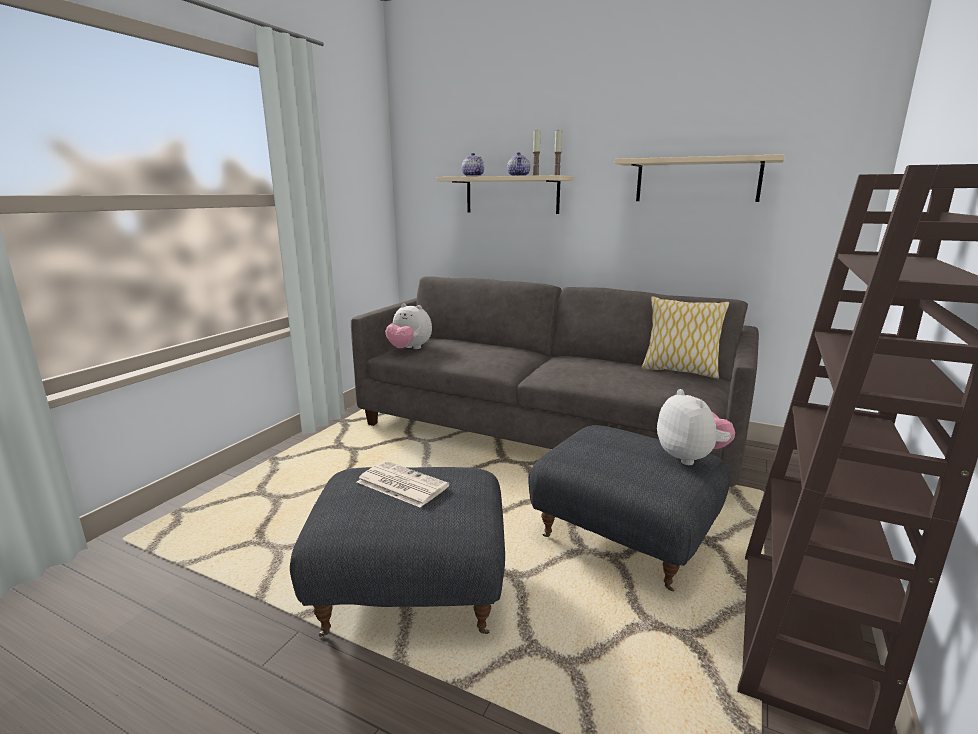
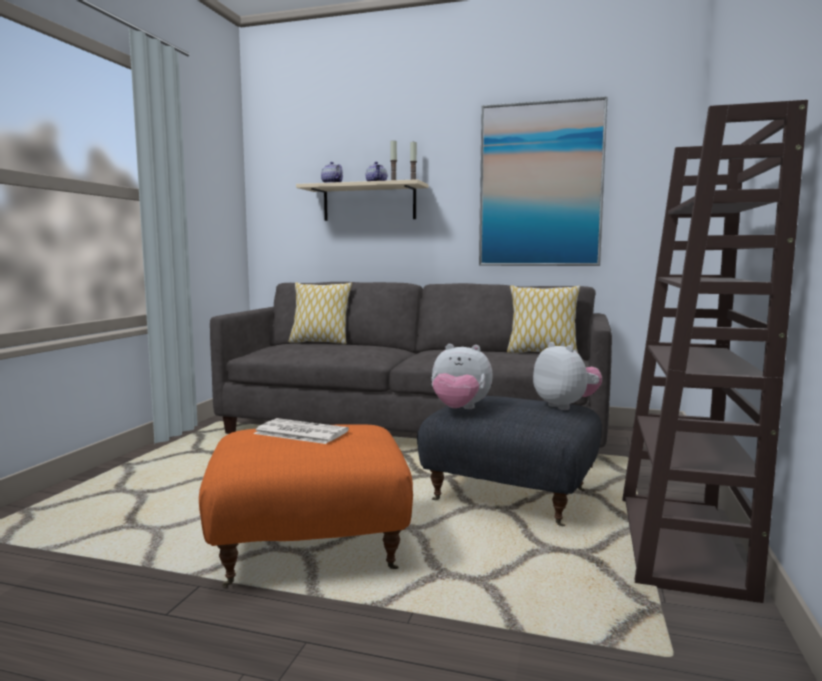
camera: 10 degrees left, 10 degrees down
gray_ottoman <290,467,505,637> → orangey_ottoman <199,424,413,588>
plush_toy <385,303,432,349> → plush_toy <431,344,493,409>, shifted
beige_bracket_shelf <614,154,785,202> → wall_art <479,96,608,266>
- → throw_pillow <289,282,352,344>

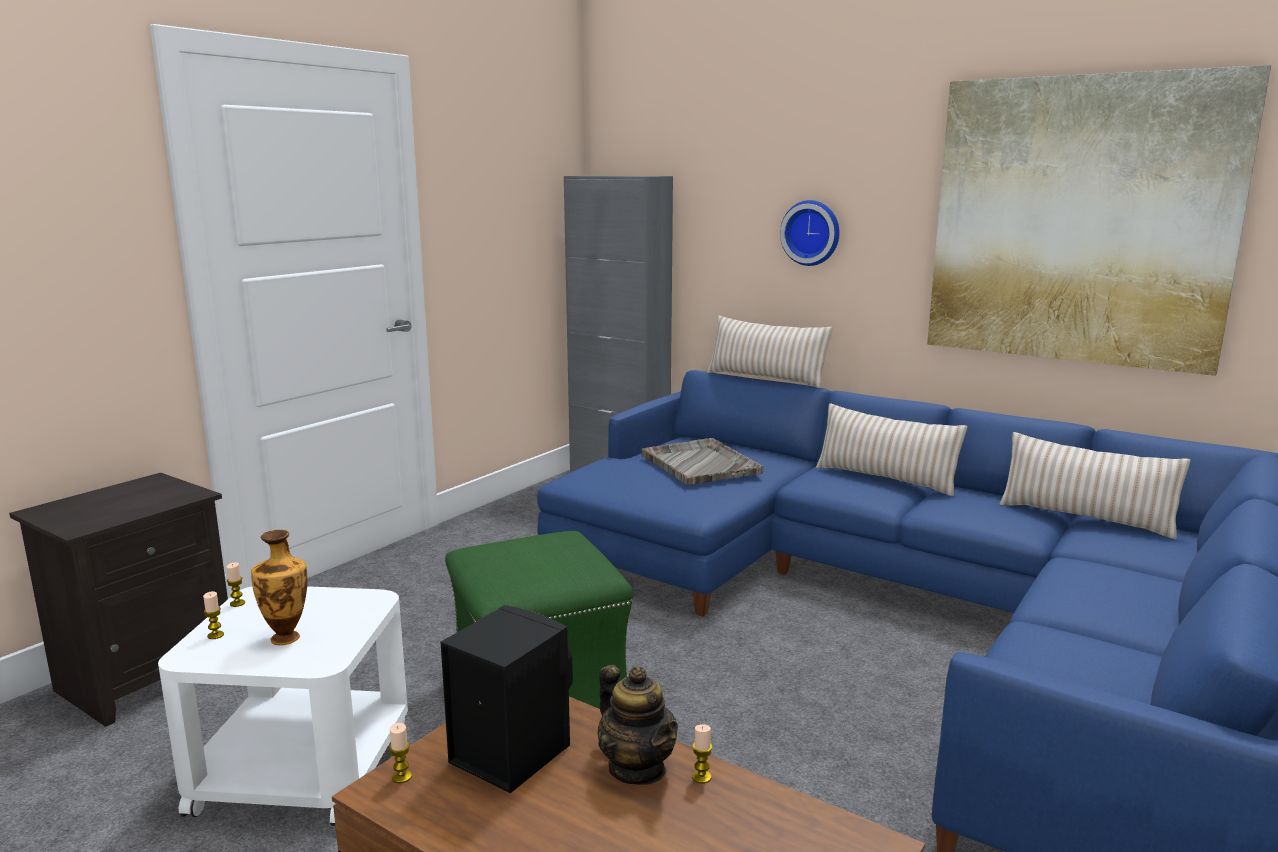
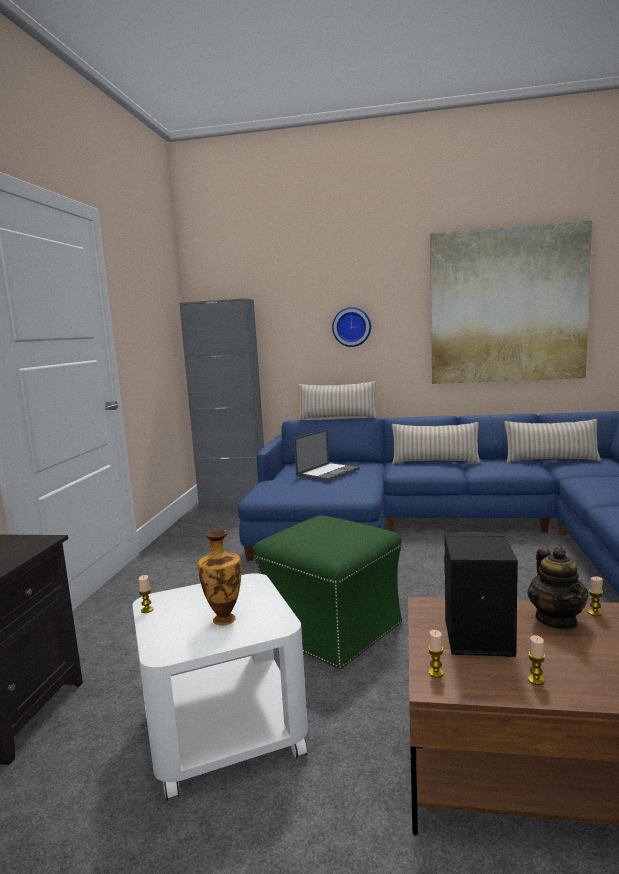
camera: 25 degrees left, 5 degrees down
wax_candle <203,591,224,639> → wax_candle <528,635,545,685>, shifted
teapot <598,665,678,785> → teapot <528,547,588,630>, 60 degrees clockwise
gray_tray <641,438,764,485> → notebook_computer <294,429,360,481>

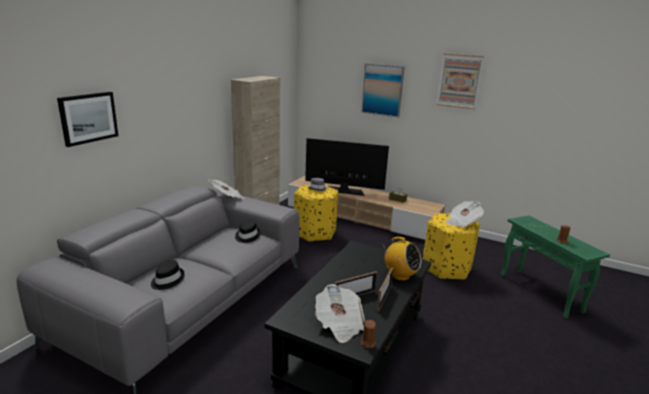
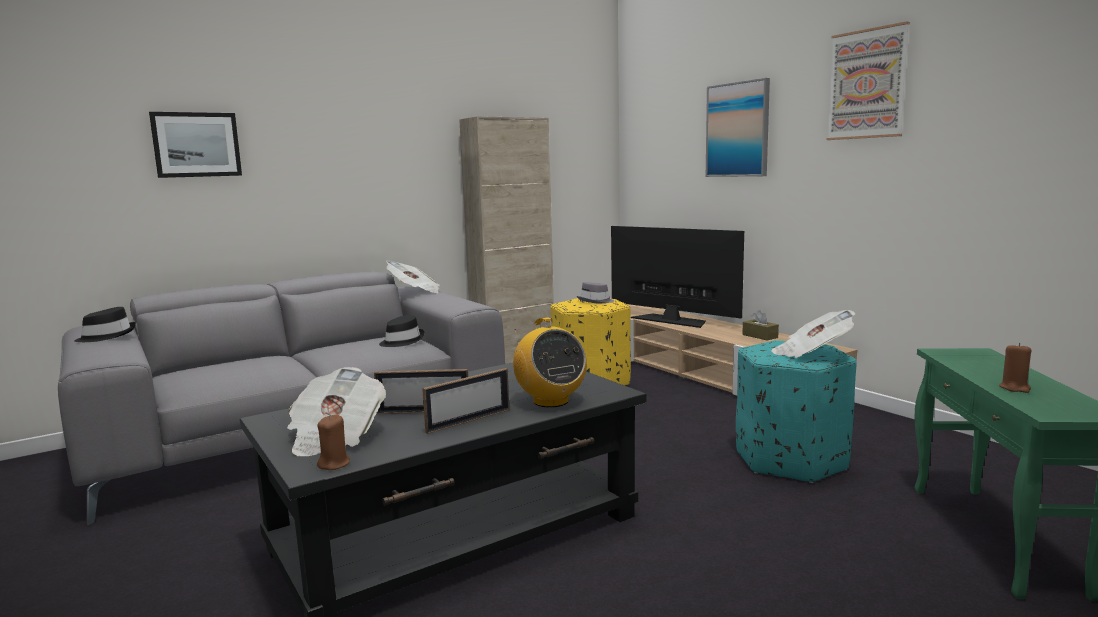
camera: 30 degrees right, 10 degrees down
black_clothing_hat <151,260,185,290> → black_clothing_hat <74,307,136,342>, shifted
yellowish_ottoman <423,213,480,280> → turquoise-coloured_ottoman <736,340,857,483>

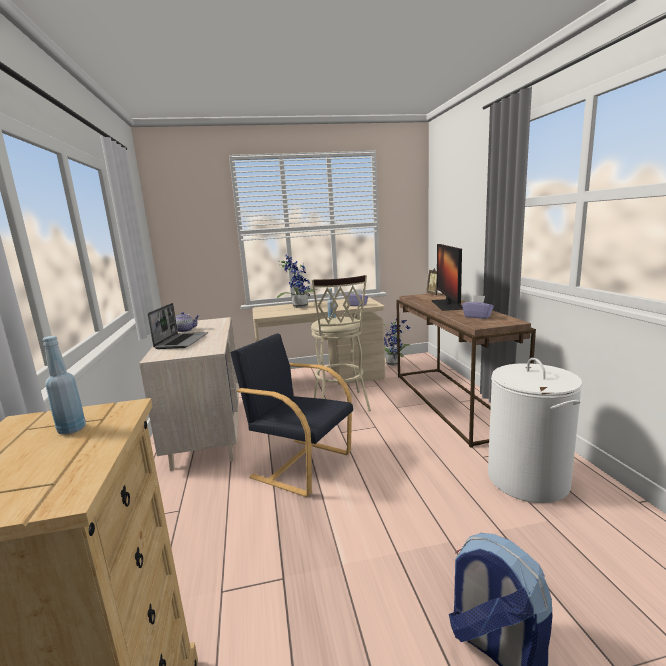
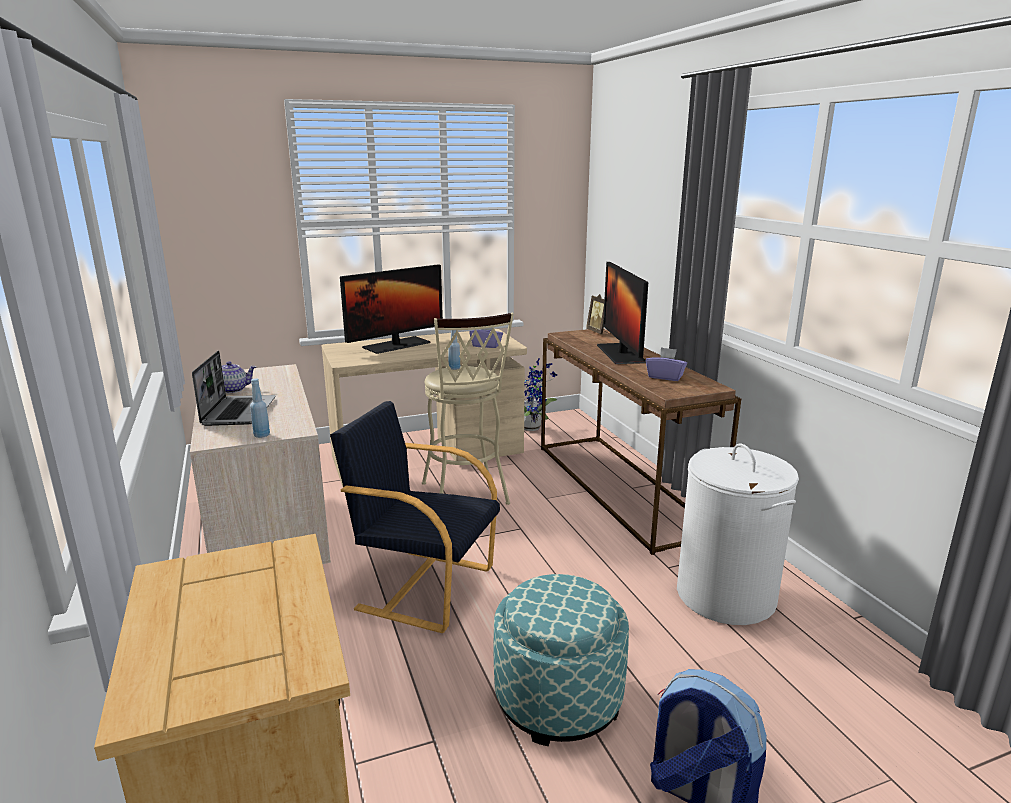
camera: 10 degrees left, 5 degrees up
blue_beverage_bottle <43,336,86,435> → blue_beverage_bottle <250,378,270,438>, shifted
houseplant <277,254,317,308> → computer_display <340,264,443,354>
- → ottoman <494,574,629,746>

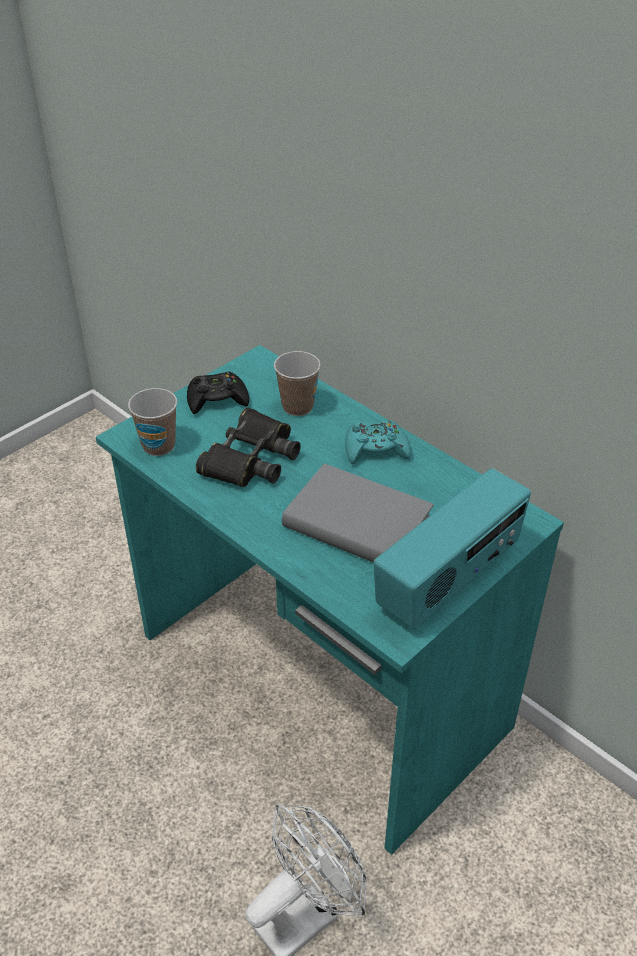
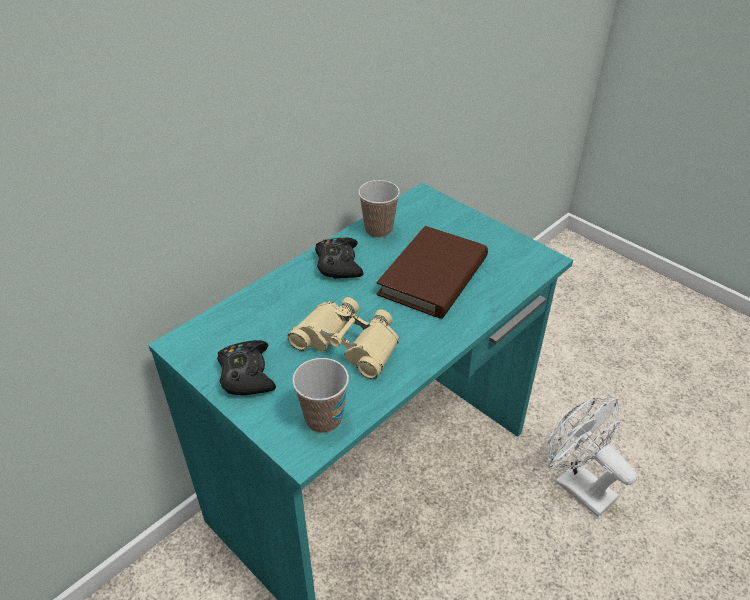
camera: 90 degrees left, 0 degrees up
black_pair_of_binoculars <196,408,301,487> → beige_pair_of_binoculars <287,297,399,379>
cup <274,351,321,416> → cup <358,180,400,238>, shifted
gray_book <282,463,434,563> → brown-coloured_book <377,226,488,319>
turquoise-coloured_game_controller <345,420,411,464> → black_game_controller <315,237,364,279>
radio <374,468,531,629> → -

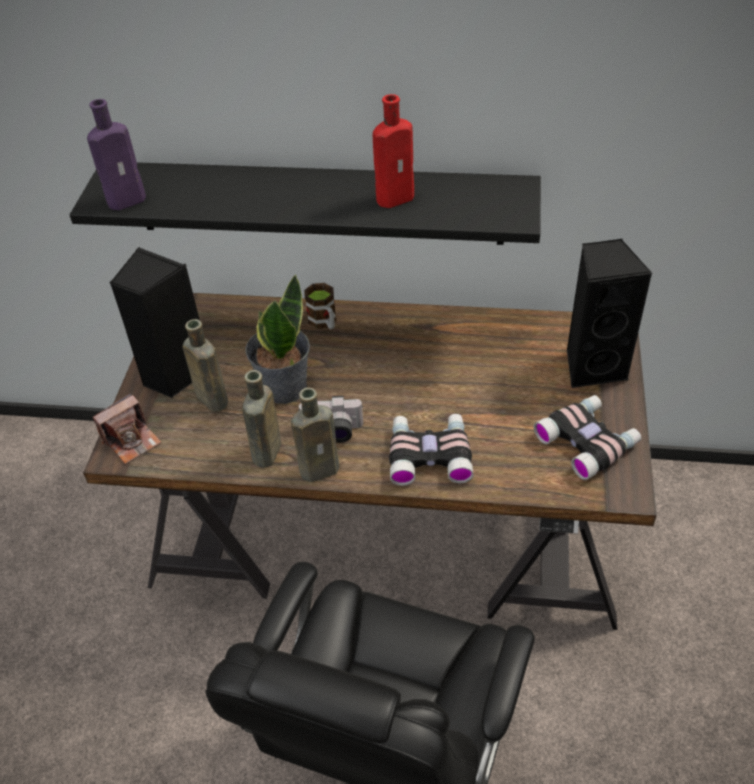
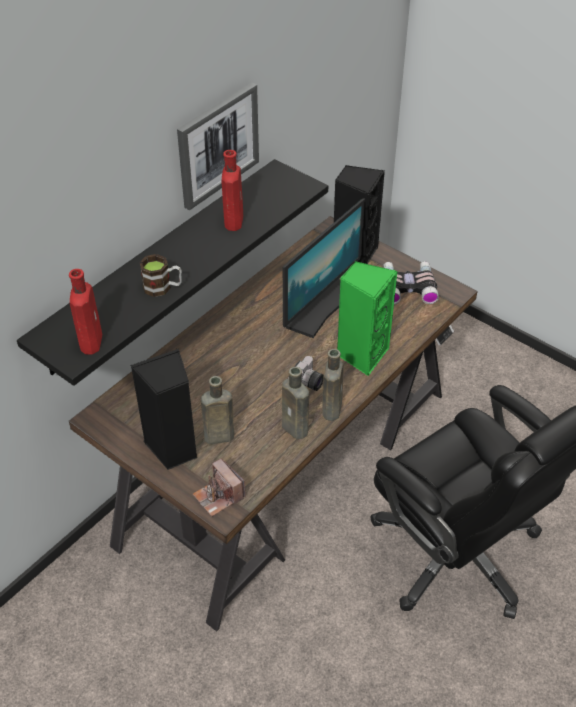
camera: 60 degrees left, 0 degrees up
purple_beverage_bottle <87,99,146,210> → red_beverage_bottle <69,269,102,355>
still_camera <93,393,161,464> → still_camera <193,458,246,517>, 150 degrees clockwise
houseplant <245,274,310,404> → -
coffee_mug <304,283,336,329> → coffee_mug <139,254,182,297>, shifted
pair_of_binoculars <389,414,474,486> → greenish_audio_speaker <337,261,398,376>
- → wall_art <177,83,259,210>
- → computer_display <283,198,365,338>

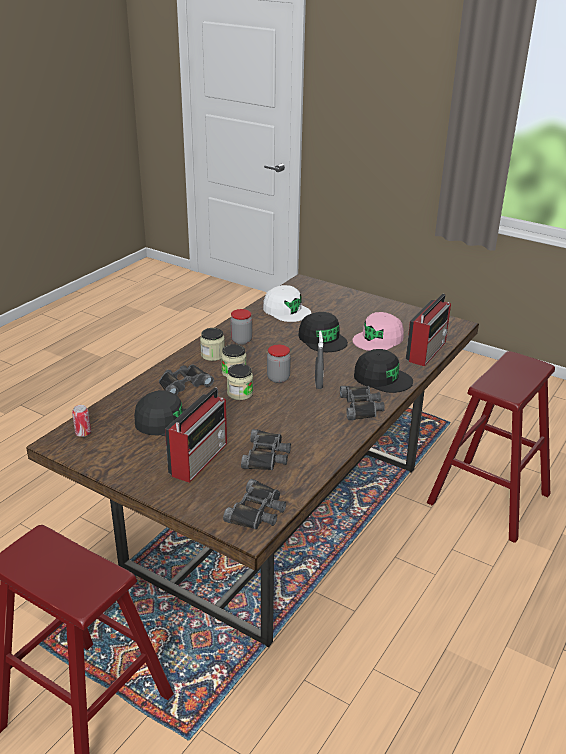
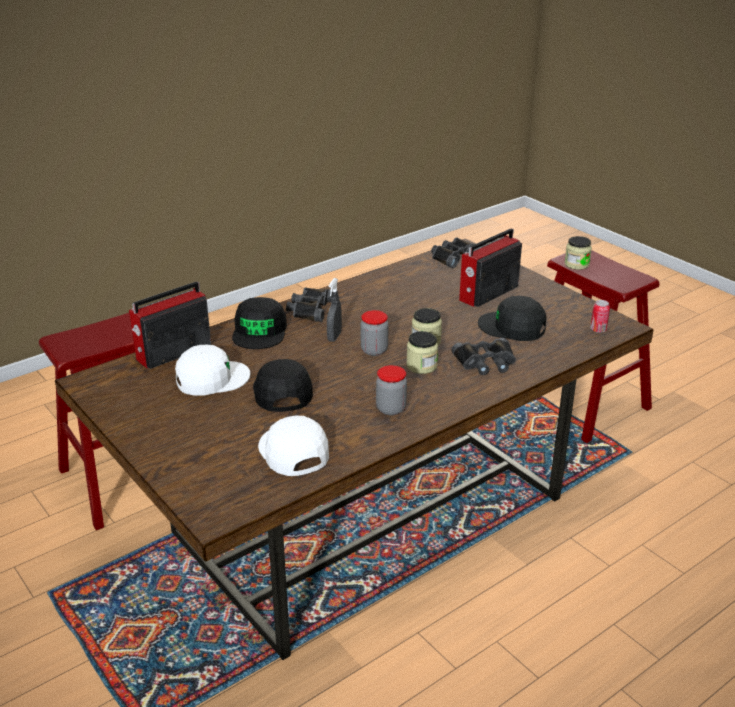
camera: 160 degrees left, 0 degrees up
preserve_jar <200,328,225,361> → preserve_jar <564,236,592,270>, shifted
black_pair_of_binoculars <241,429,291,470> → -
pink-coloured_cap <352,312,404,351> → white_cap <175,345,250,396>
black_cap <354,349,413,393> → black_cap <232,297,287,349>, 135 degrees counterclockwise

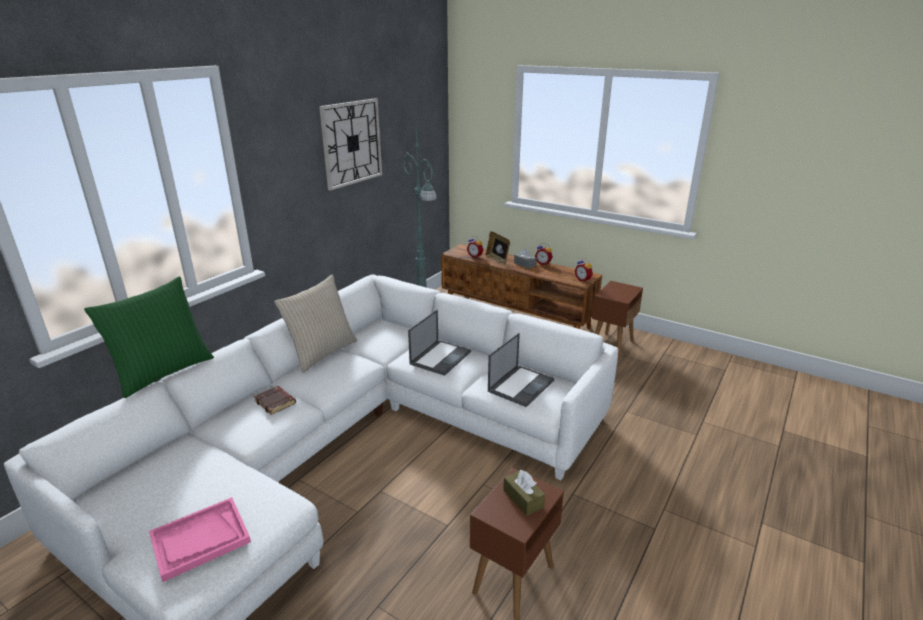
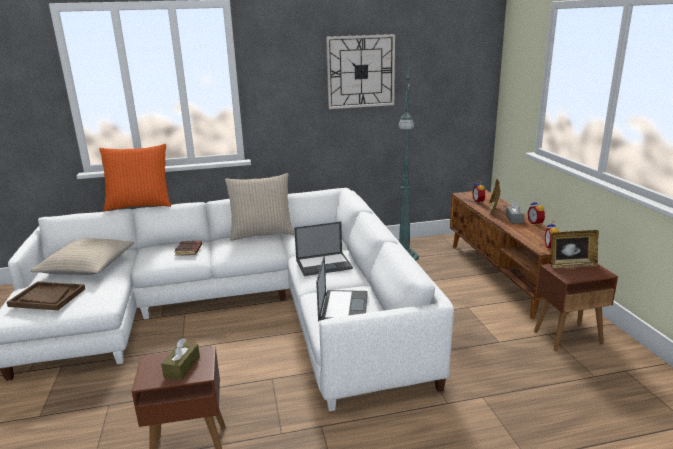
camera: 45 degrees right, 5 degrees down
greenish_throw_pillow <84,276,214,398> → orangey_throw_pillow <99,144,171,211>
pink-coloured_tray <149,497,251,582> → brown-coloured_tray <7,281,85,310>
notebook_computer <488,333,554,407> → notebook_computer <316,256,368,321>, 75 degrees counterclockwise
- → beige_throw_pillow <31,239,135,275>
- → photo_frame <551,230,599,268>

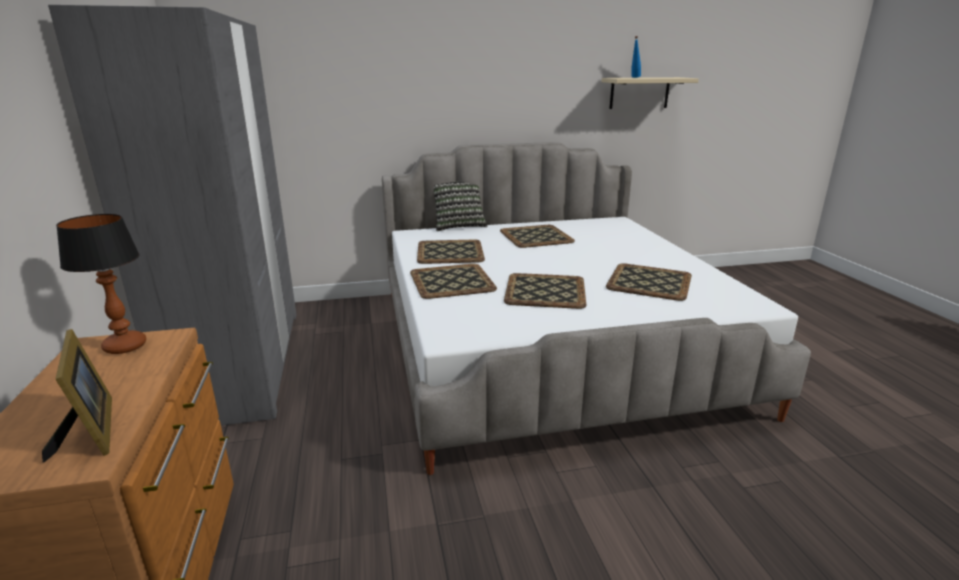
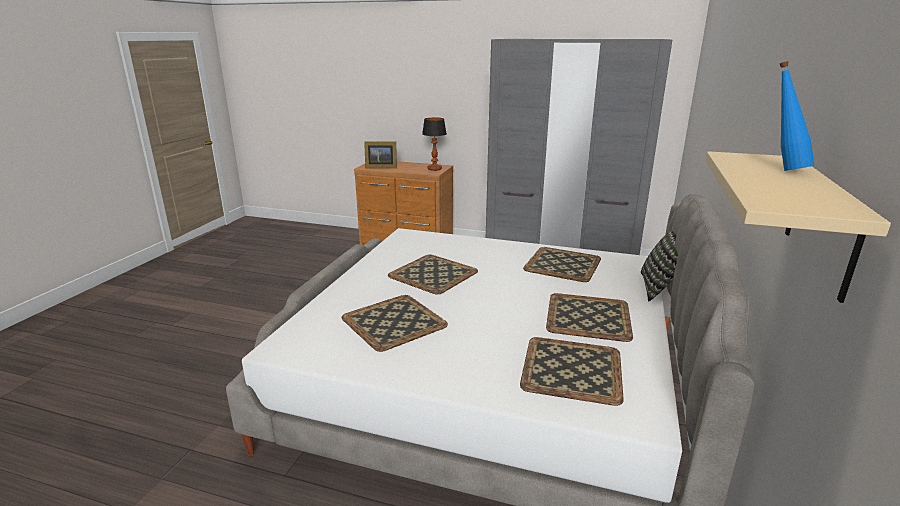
camera: 120 degrees right, 0 degrees up
tray <410,264,497,299> → tray <520,337,624,406>, shifted

